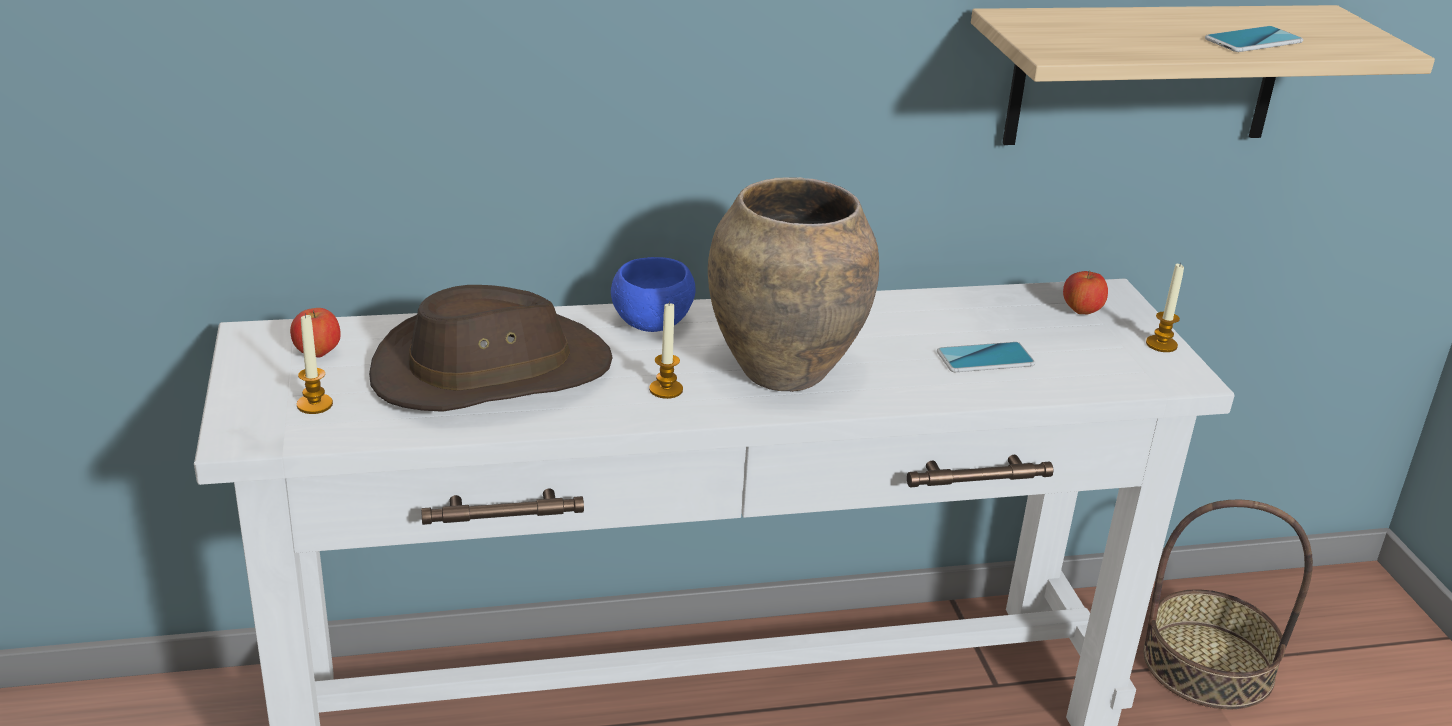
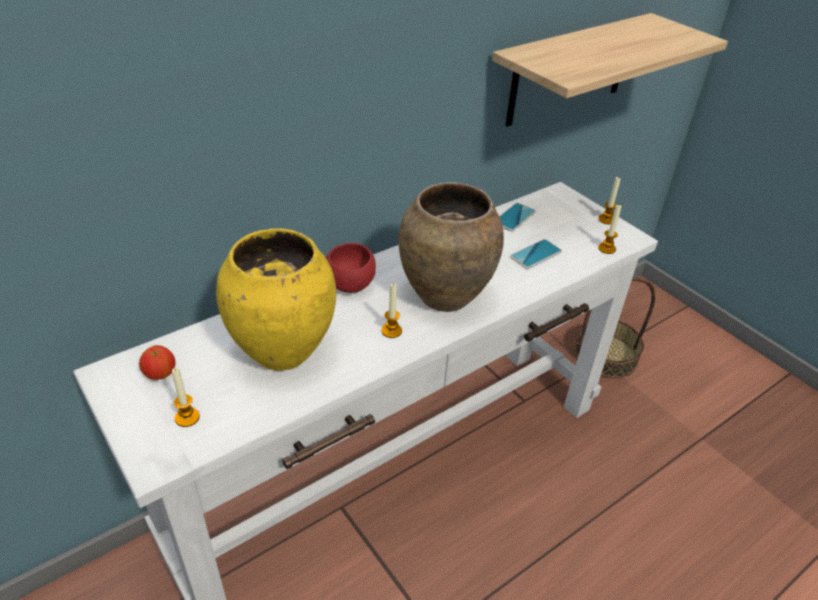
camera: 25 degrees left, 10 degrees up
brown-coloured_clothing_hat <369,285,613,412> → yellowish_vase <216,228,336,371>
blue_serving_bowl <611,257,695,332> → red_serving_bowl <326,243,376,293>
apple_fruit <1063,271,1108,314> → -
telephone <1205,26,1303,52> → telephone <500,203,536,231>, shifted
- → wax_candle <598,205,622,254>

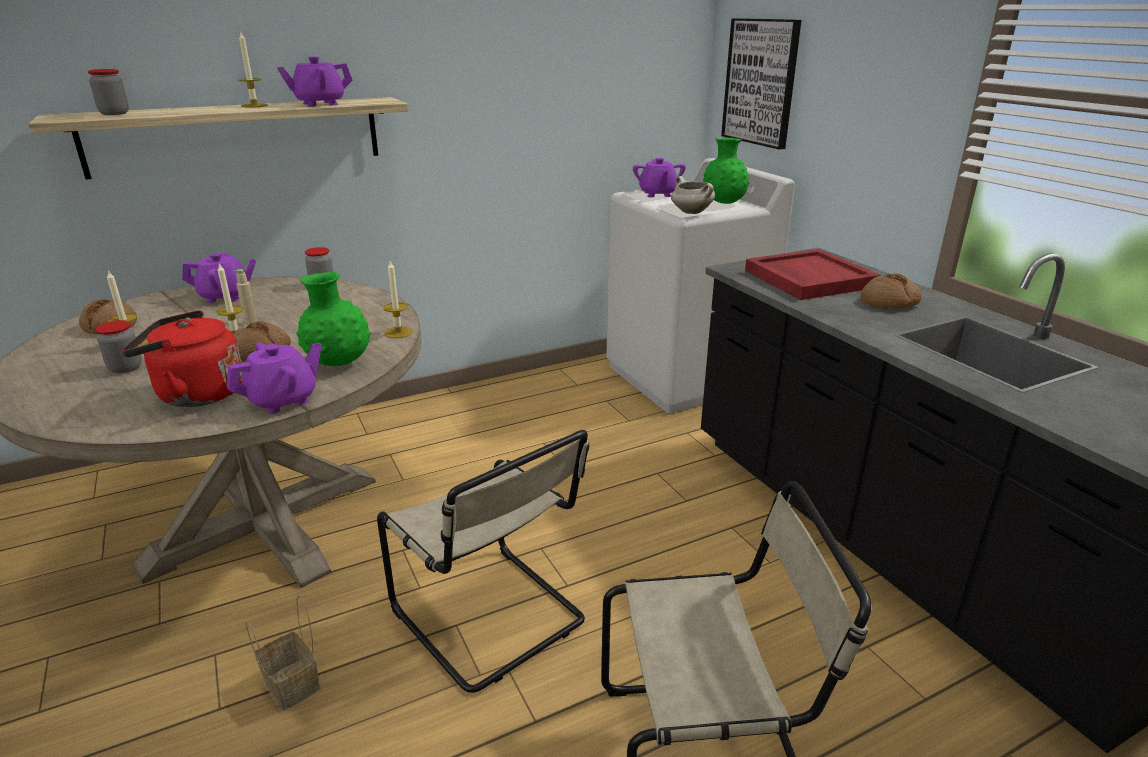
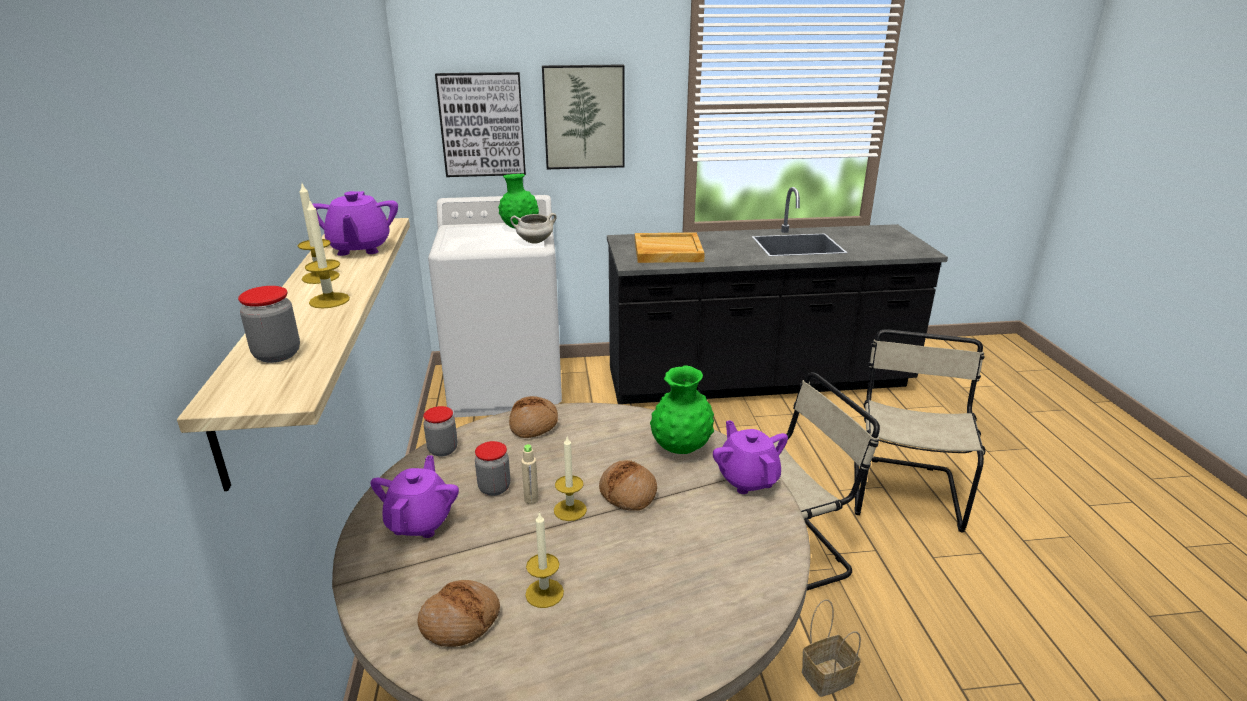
camera: 70 degrees left, 0 degrees up
preserve_jar <95,320,142,373> → preserve_jar <475,441,510,496>, shifted
red_kettle <122,310,242,407> → -
wax_candle <383,261,413,338> → wax_candle <305,199,350,309>, shifted
purple_teapot <633,158,686,197> → -
red_tray <745,249,881,300> → beige_tray <635,232,705,263>
bread <860,273,922,308> → bread <509,396,558,438>, shifted
- → wall_art <542,64,625,169>

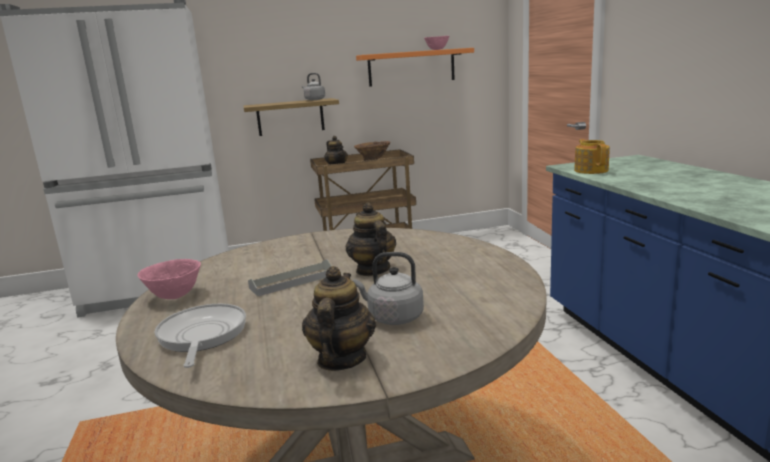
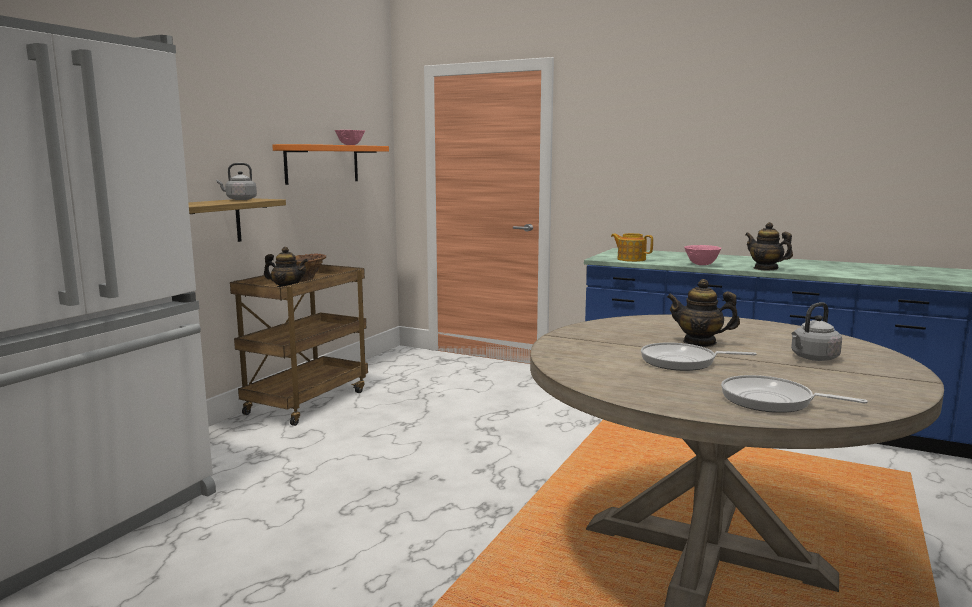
camera: 50 degrees left, 5 degrees down
pink-coloured_serving_bowl <137,259,201,299> → pink-coloured_serving_bowl <684,245,721,265>, shifted
gray_tray <248,259,332,297> → pan <641,342,757,371>
teapot <302,266,376,371> → teapot <745,222,793,270>, shifted

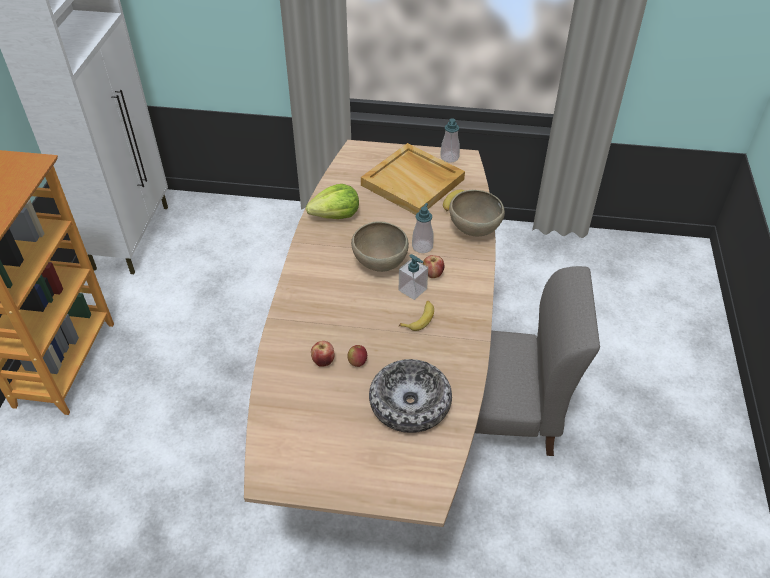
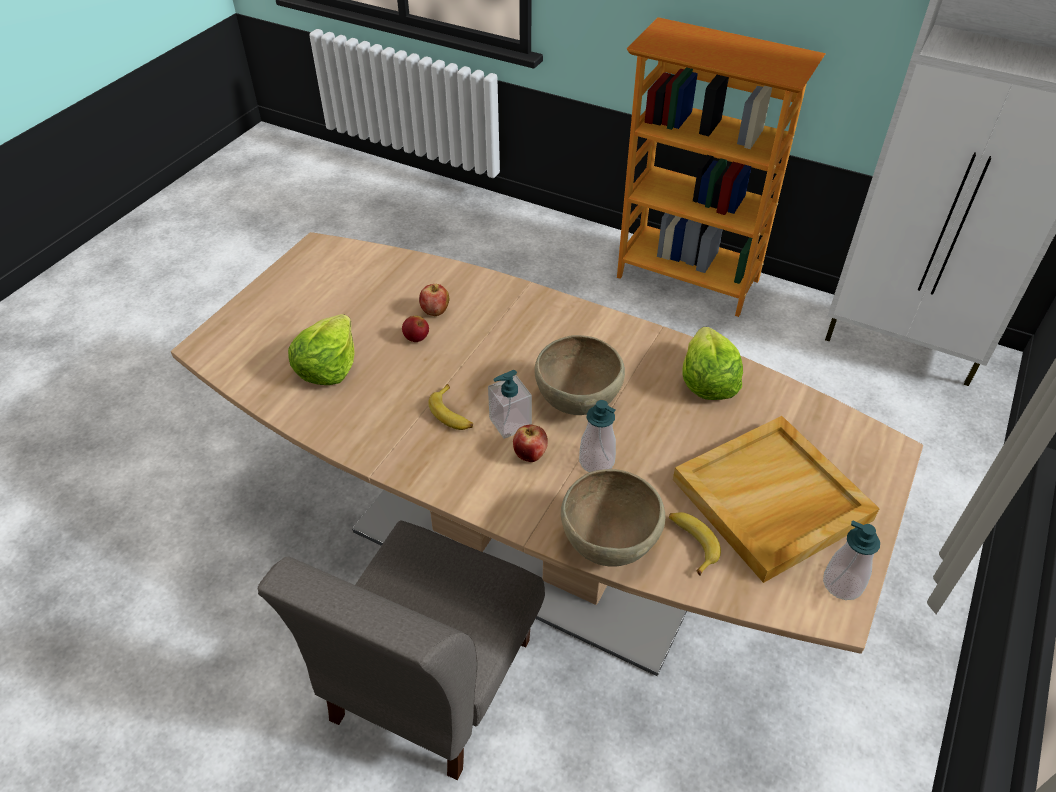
camera: 110 degrees right, 0 degrees up
serving_bowl <369,359,452,433> → lettuce <288,314,355,385>

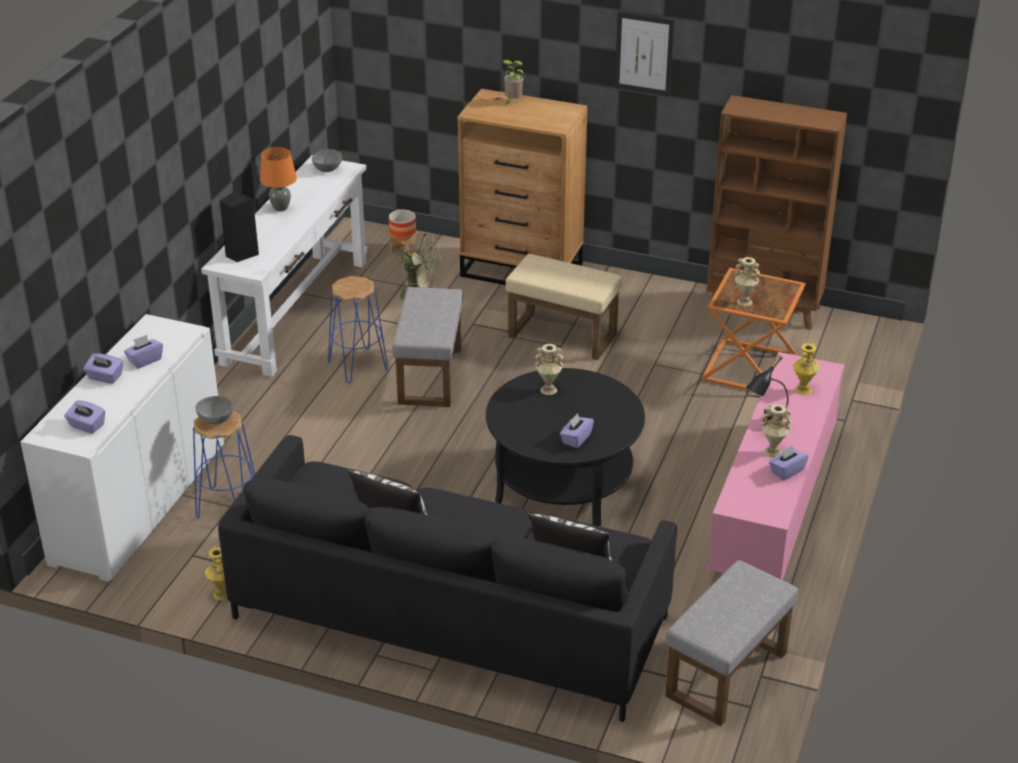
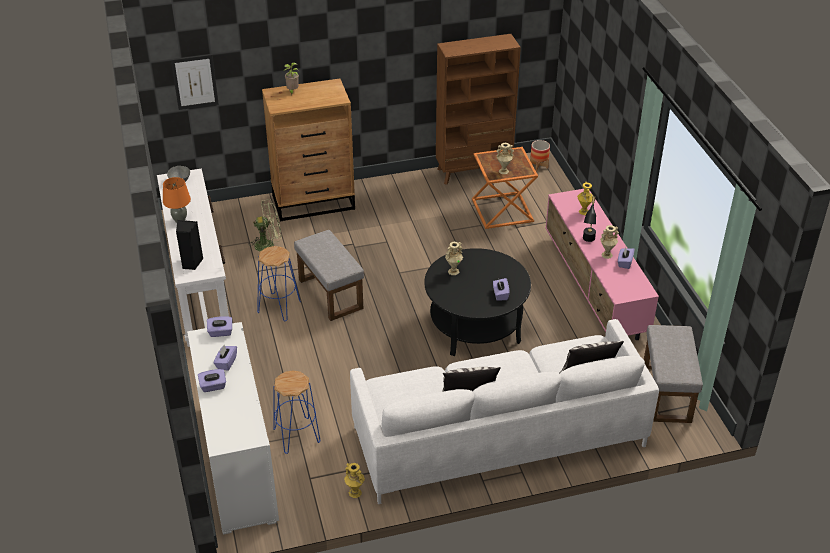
camera: 35 degrees left, 5 degrees up
purple_tissue_holder <64,401,105,434> → purple_tissue_holder <207,316,232,337>, shifted
gray_serving_bowl <195,396,233,425> → -
black_couch <218,435,677,722> → white_couch <350,319,659,504>
flower_pot <389,210,416,253> → flower_pot <530,140,550,172>, shifted
beige_ottoman <506,254,622,360> → -
wall_art <615,12,674,96> → wall_art <171,54,219,110>, shifted

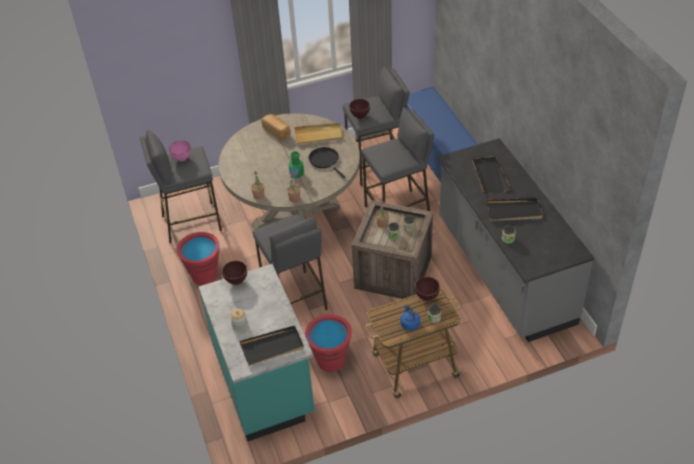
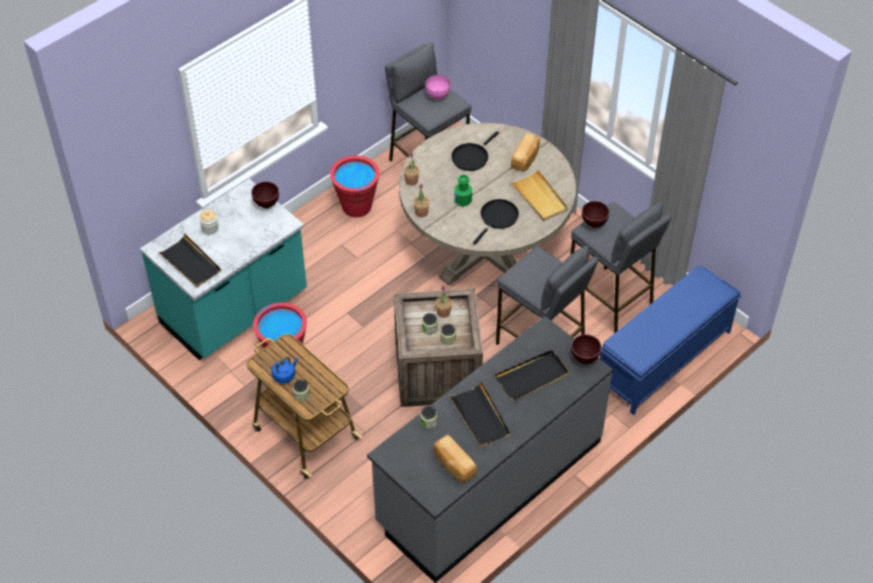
camera: 65 degrees right, 5 degrees up
gray_sitting_stool <253,214,328,310> → -
brown-coloured_serving_bowl <415,277,440,301> → brown-coloured_serving_bowl <571,334,602,364>, shifted
- → bread <433,435,477,483>
- → black_pan <451,131,499,171>

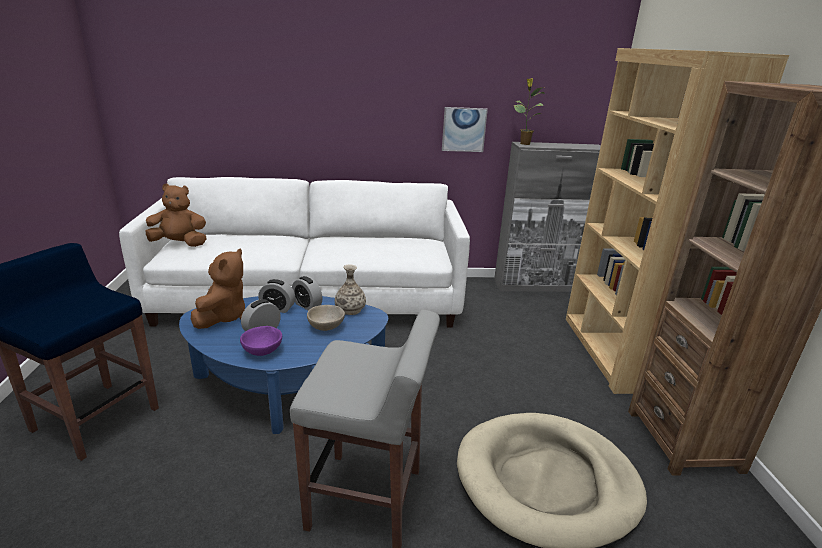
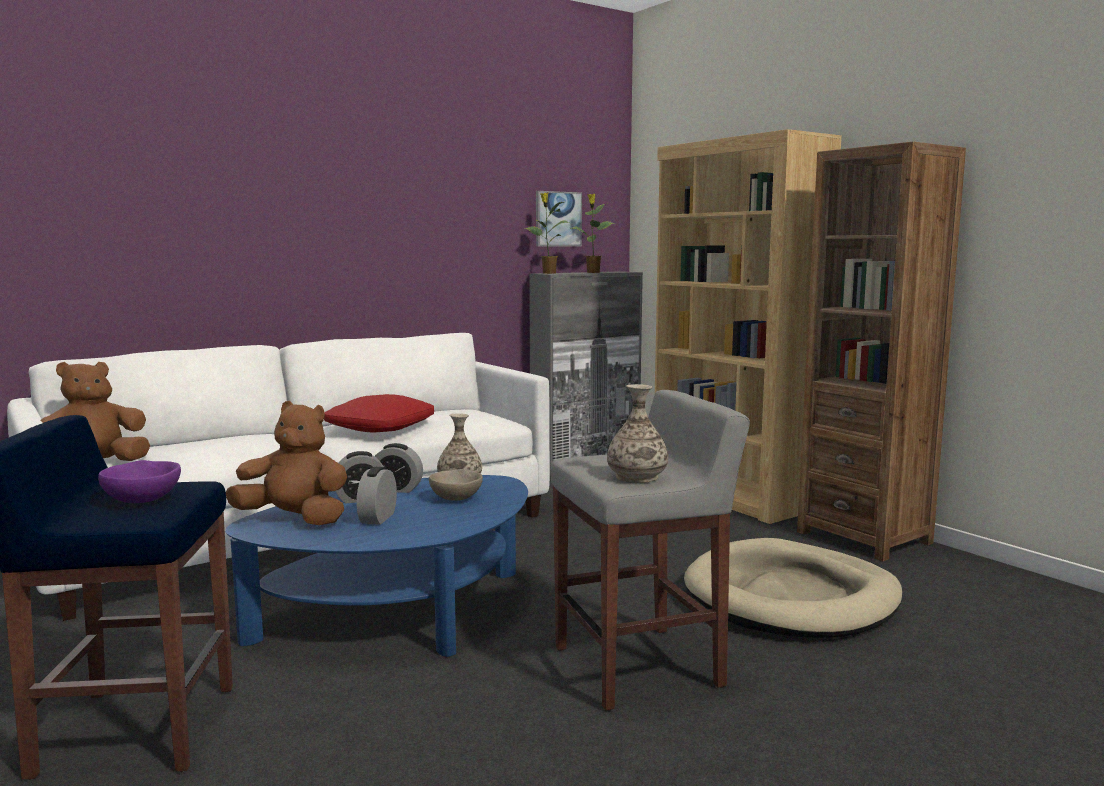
camera: 30 degrees left, 15 degrees down
brown-coloured_plush_toy <191,249,245,329> → brown-coloured_plush_toy <226,401,347,525>, 60 degrees counterclockwise
purple_serving_bowl <240,326,282,356> → purple_serving_bowl <98,460,181,503>, shifted
wall_art <442,107,488,152> → wall_art <536,191,582,247>, shifted
- → red_throw_pillow <324,394,434,433>
- → houseplant <571,194,615,273>
- → vase <607,384,668,483>

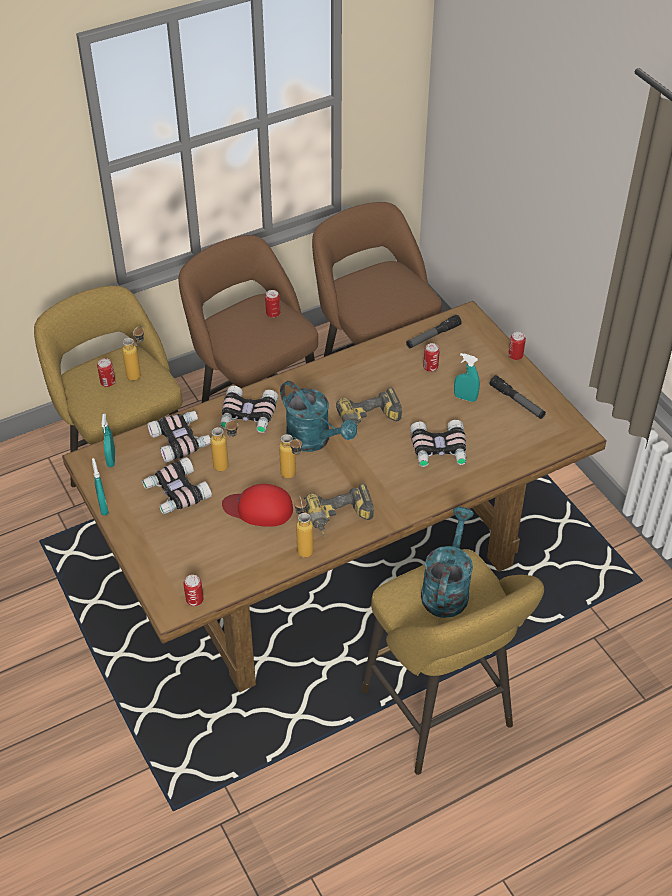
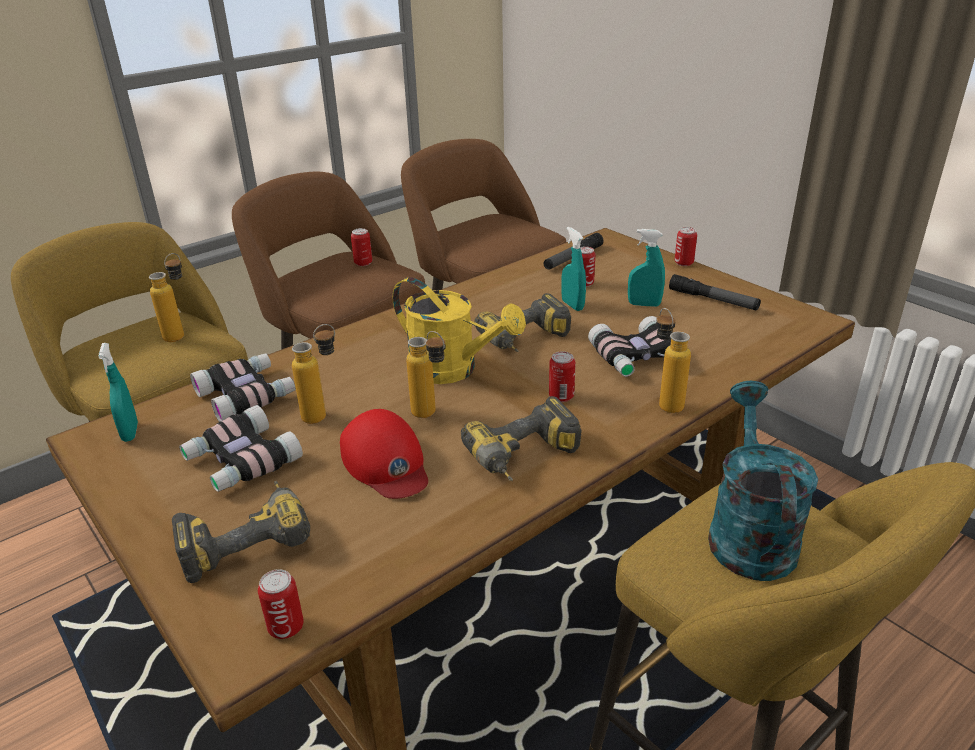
camera: 10 degrees left, 15 degrees down
turquoise-coloured_spray_bottle <92,458,109,516> → turquoise-coloured_spray_bottle <561,227,586,311>, shifted
can <97,358,115,387> → can <549,351,576,402>, shifted
pair_of_binoculars <220,386,278,433> → -
red_cap <222,484,293,527> → red_cap <340,409,428,499>, 120 degrees counterclockwise
turquoise-coloured_watering_pot <280,381,357,452> → yellowish_watering_pot <393,277,526,384>
beverage_bottle <294,496,313,558> → beverage_bottle <656,308,691,413>, shifted
- → drill <172,481,310,583>

